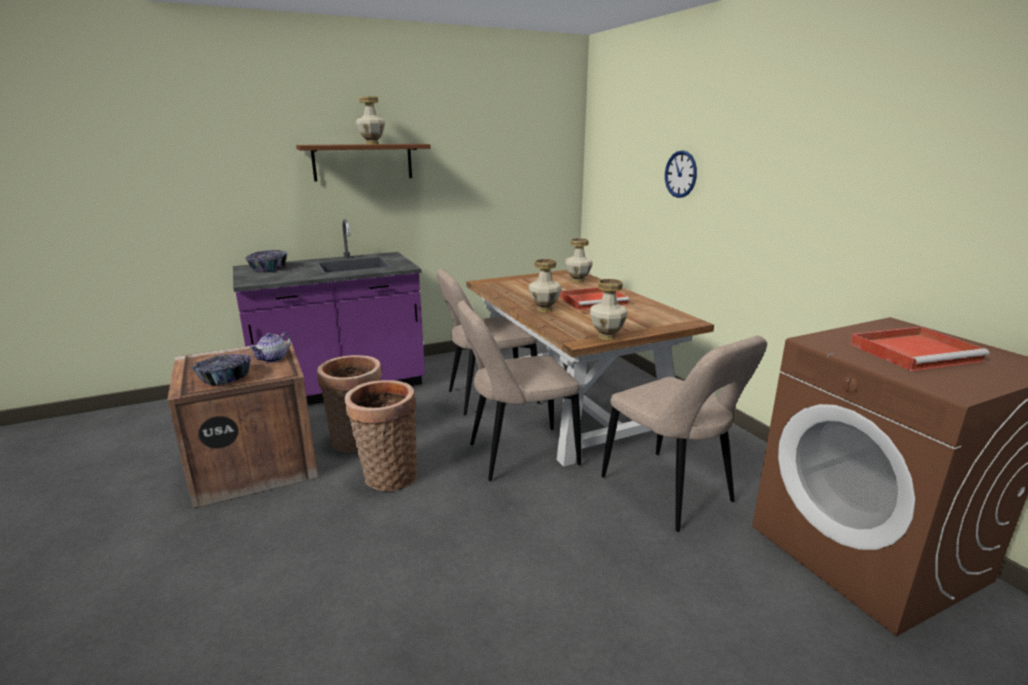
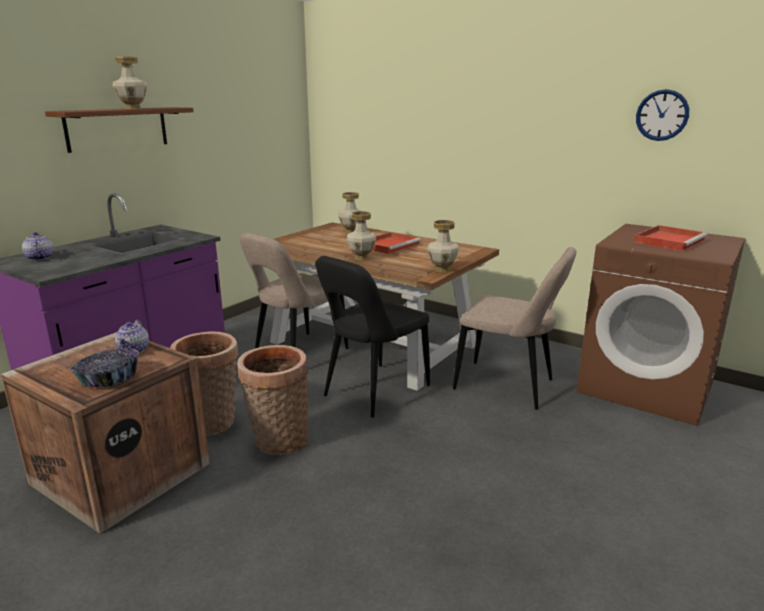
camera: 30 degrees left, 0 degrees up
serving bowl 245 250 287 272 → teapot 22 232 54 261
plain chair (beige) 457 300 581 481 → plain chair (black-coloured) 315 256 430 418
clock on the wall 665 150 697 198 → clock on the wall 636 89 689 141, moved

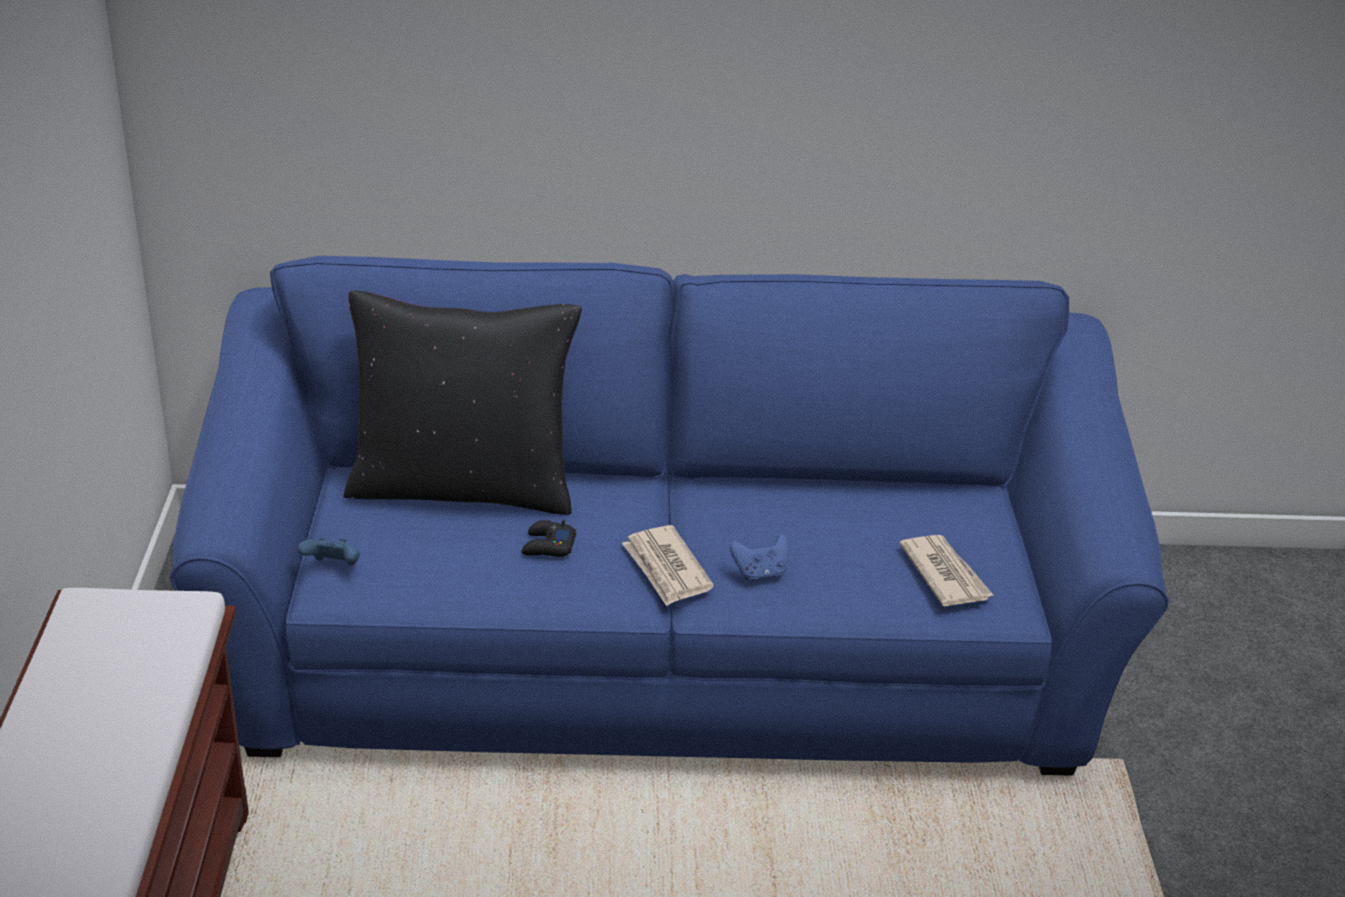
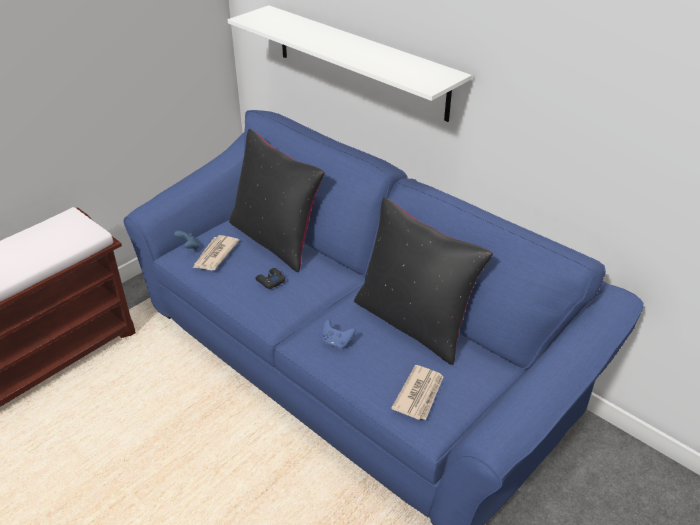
camera: 45 degrees right, 5 degrees up
newspaper 622 525 714 606 → newspaper 193 235 240 270, moved
- → shelf (whitish) 228 5 472 122
- → throw pillow (black-coloured) 354 197 493 365

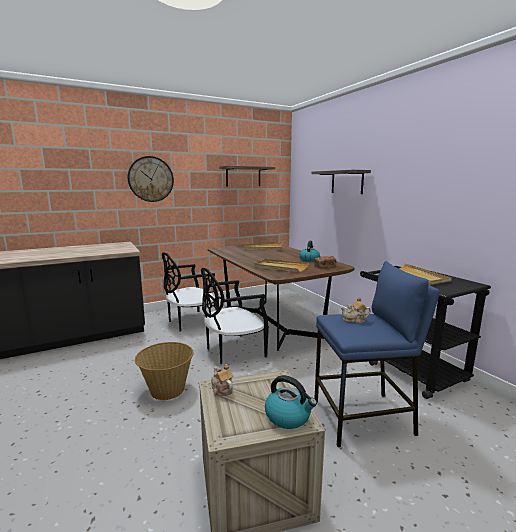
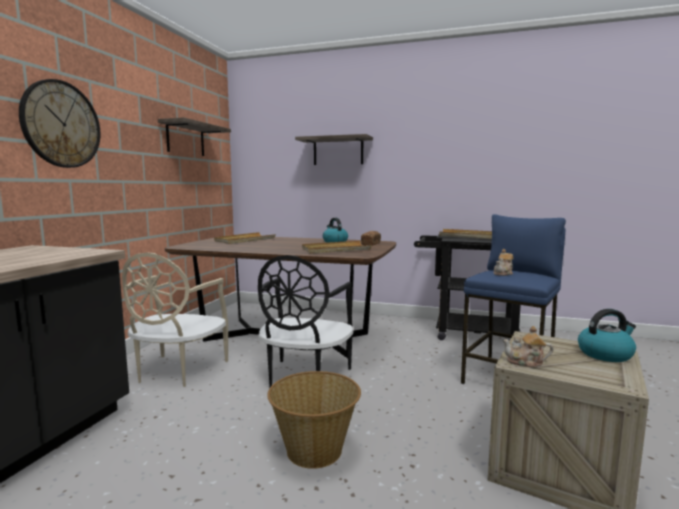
camera: 45 degrees left, 5 degrees down
plain chair (black-coloured) 162 252 219 331 → plain chair (beige) 122 253 228 387

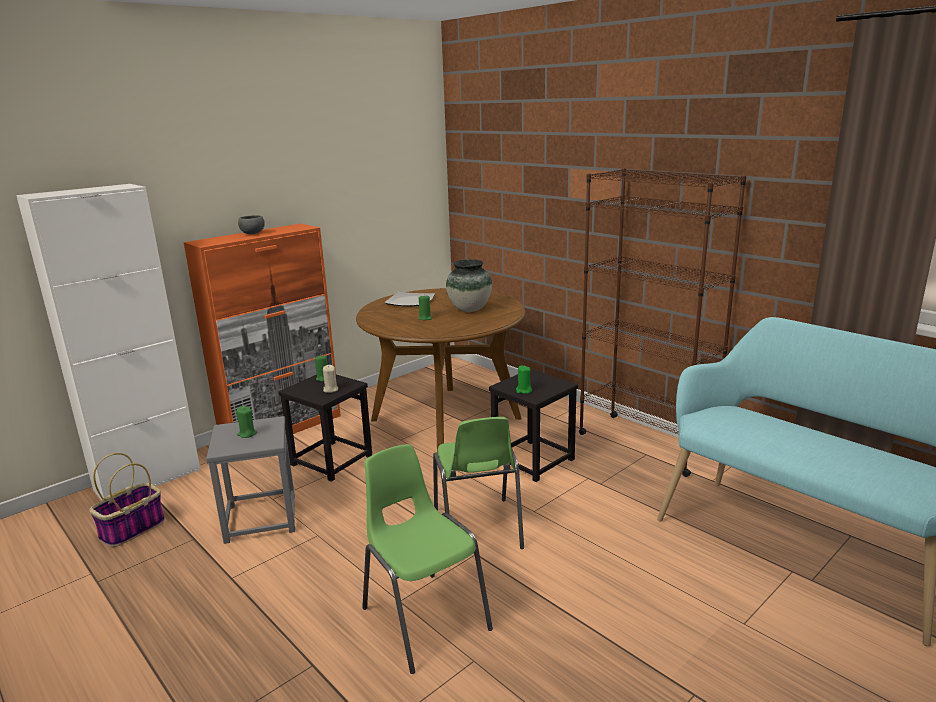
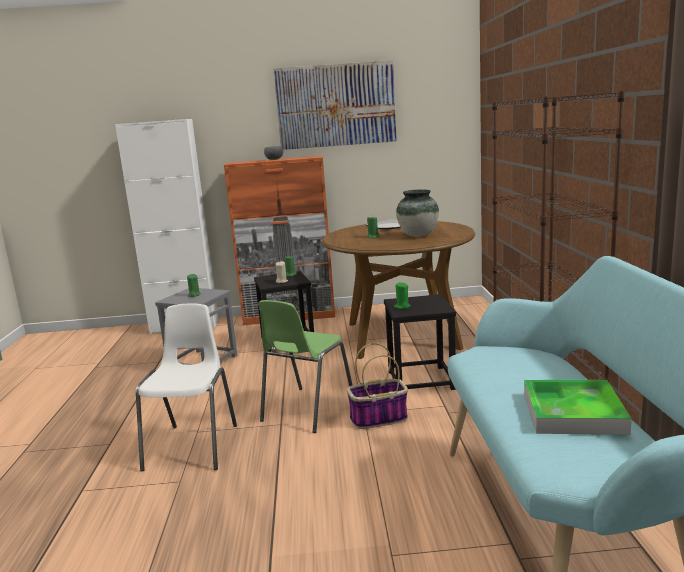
camera: 40 degrees right, 5 degrees down
plain chair (green-coloured) 362 444 493 674 → plain chair (whitish) 136 303 237 471
- → wall picture 273 60 397 150
household basket 89 453 165 547 → household basket 347 343 408 429, moved
- → tray 524 380 632 435

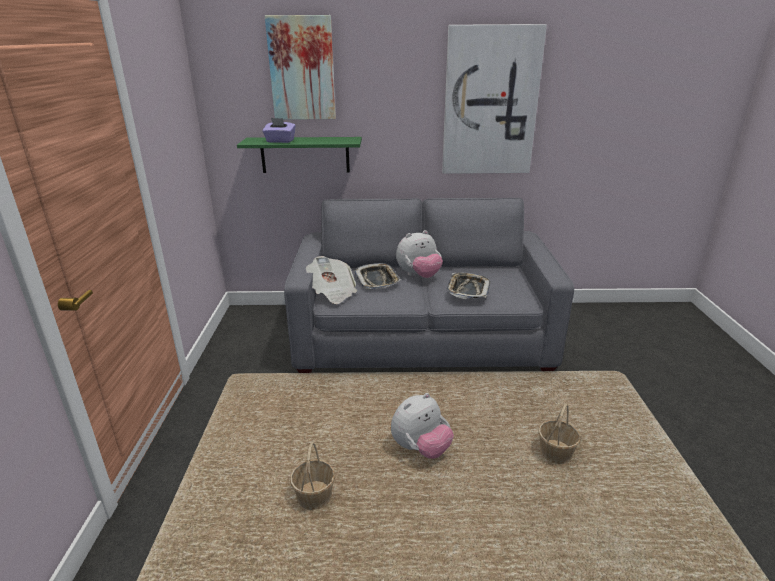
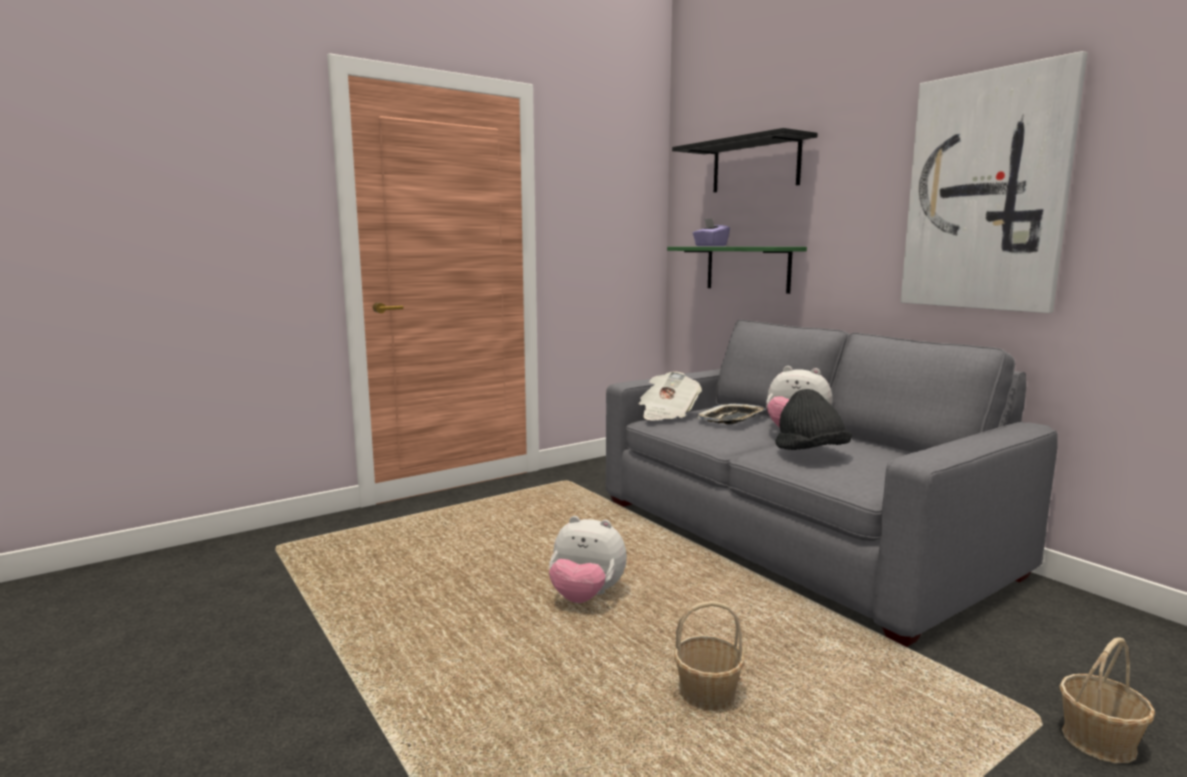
camera: 55 degrees right, 15 degrees down
wall picture 265 15 336 120 → shelf (black-coloured) 672 128 818 193
tray 447 273 490 299 → wearable hat (black-coloured) 775 389 852 450
household basket 290 442 335 510 → household basket 1059 637 1155 763, moved

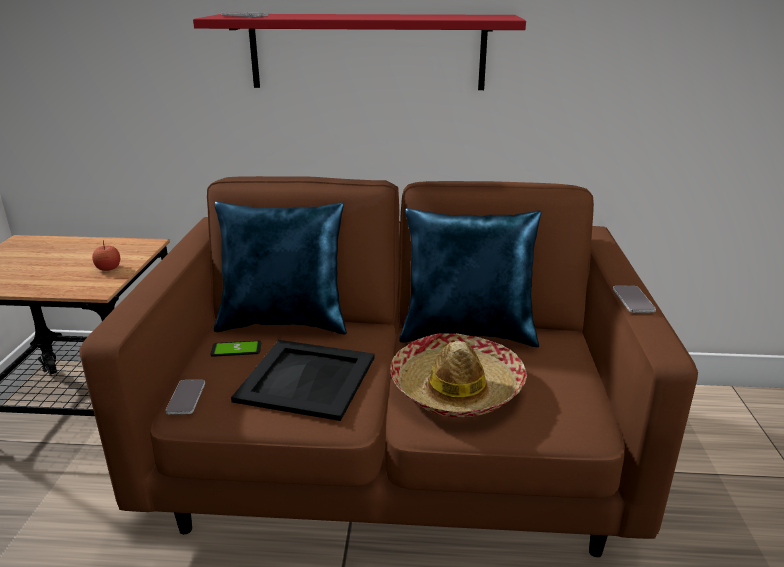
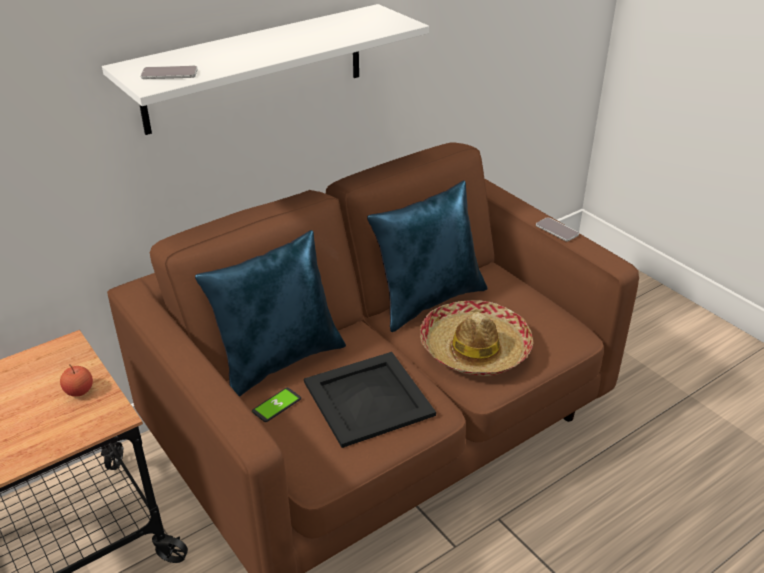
camera: 40 degrees left, 10 degrees up
shelf (reddish) 193 14 526 90 → shelf (whitish) 102 4 429 135
handset 166 380 205 415 → -

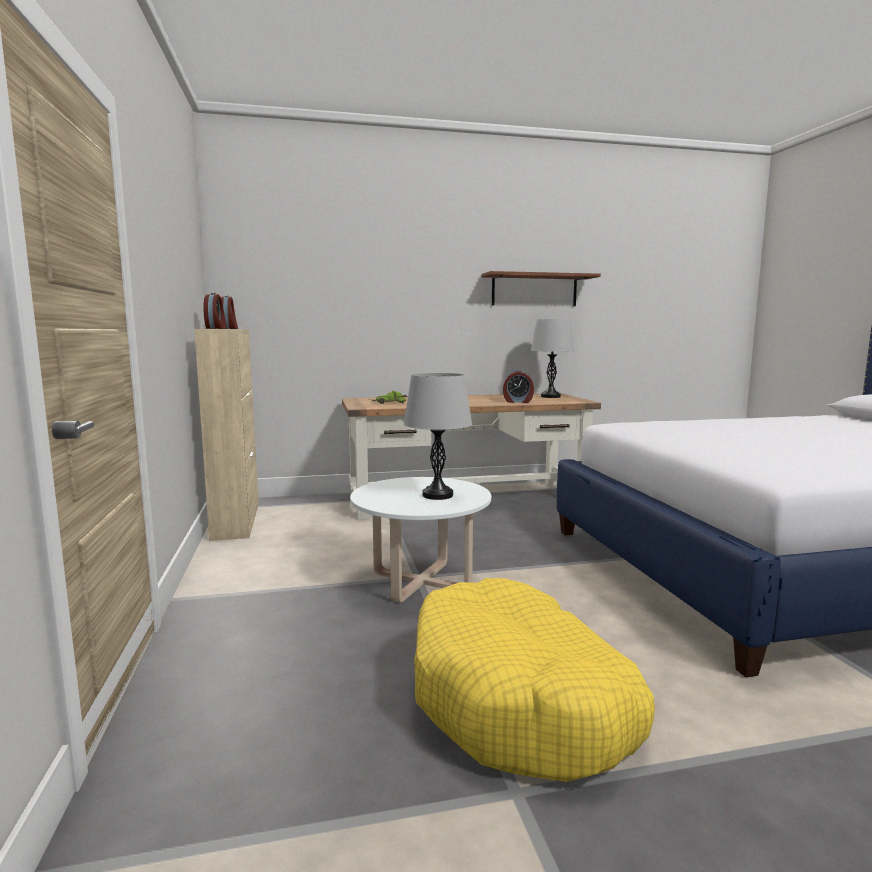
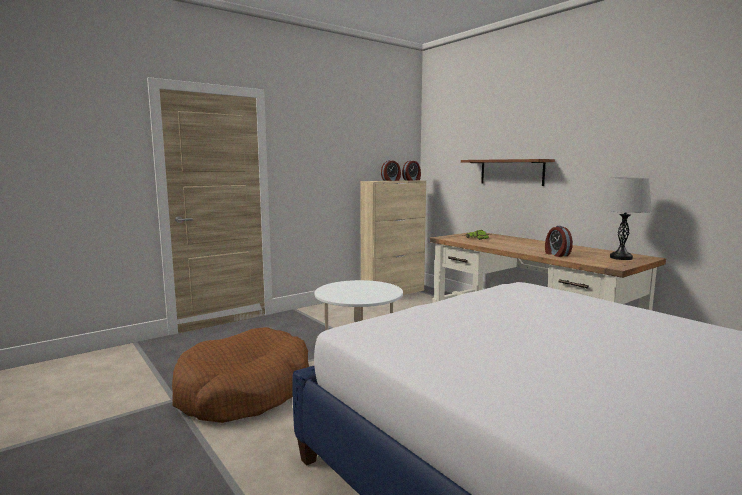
camera: 65 degrees right, 0 degrees up
pet bed (yellowish) 414 578 655 782 → pet bed (brown) 172 327 309 423
shelf 481 271 601 306 → shelf 461 159 555 186, moved
tabletop lamp (gray) 404 373 472 500 → -

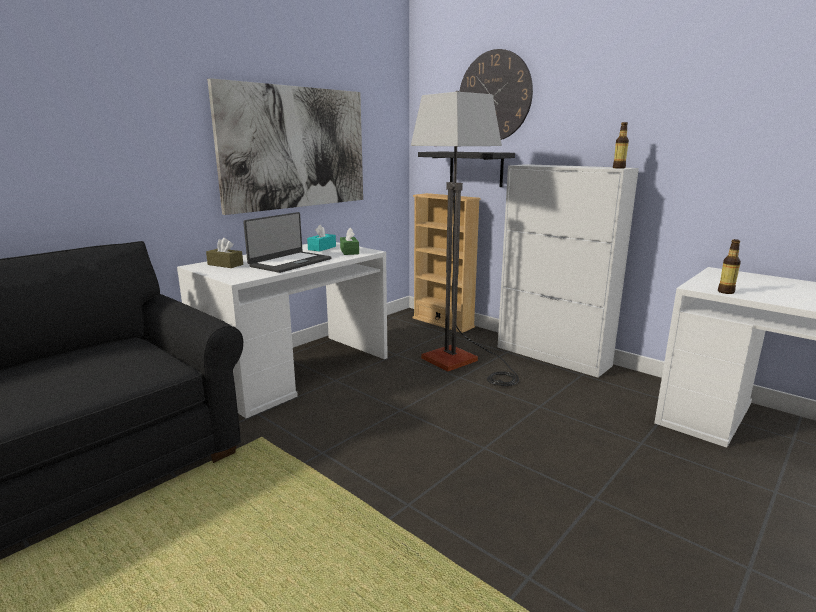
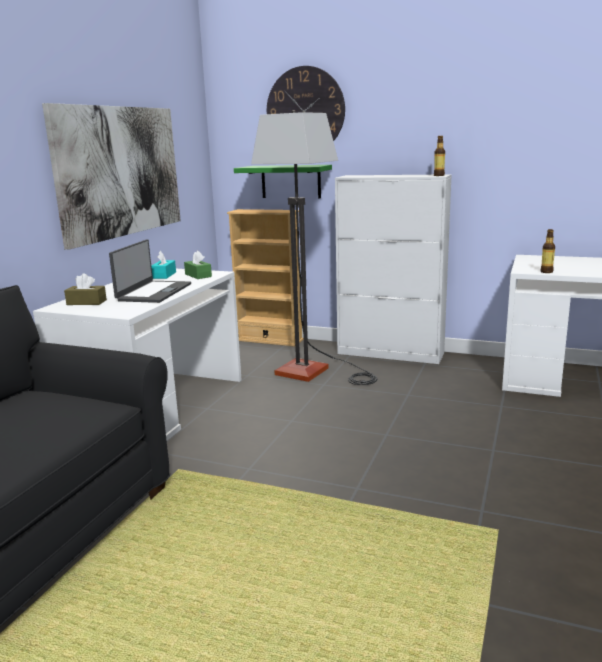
camera: 20 degrees left, 0 degrees up
shelf (black-coloured) 418 152 515 187 → shelf (green-coloured) 234 165 332 198

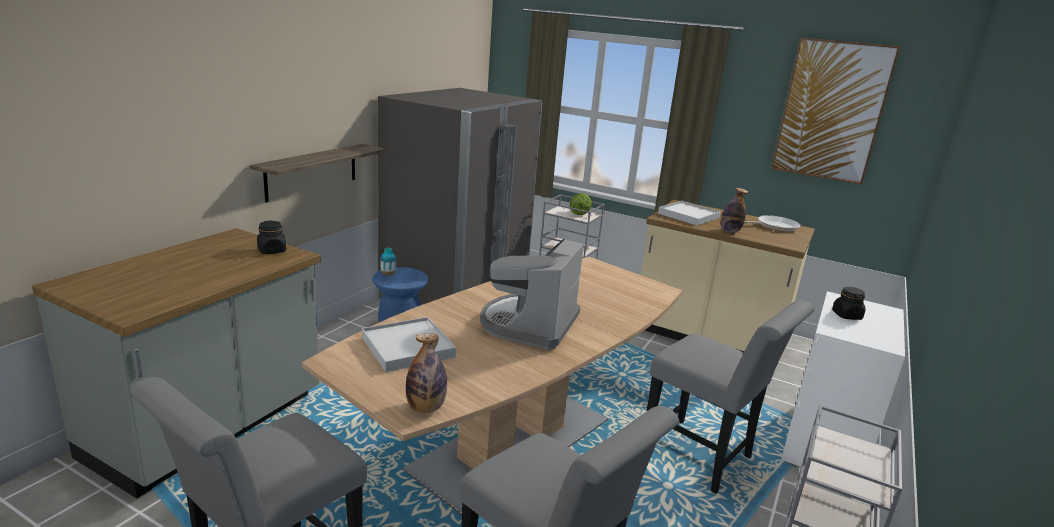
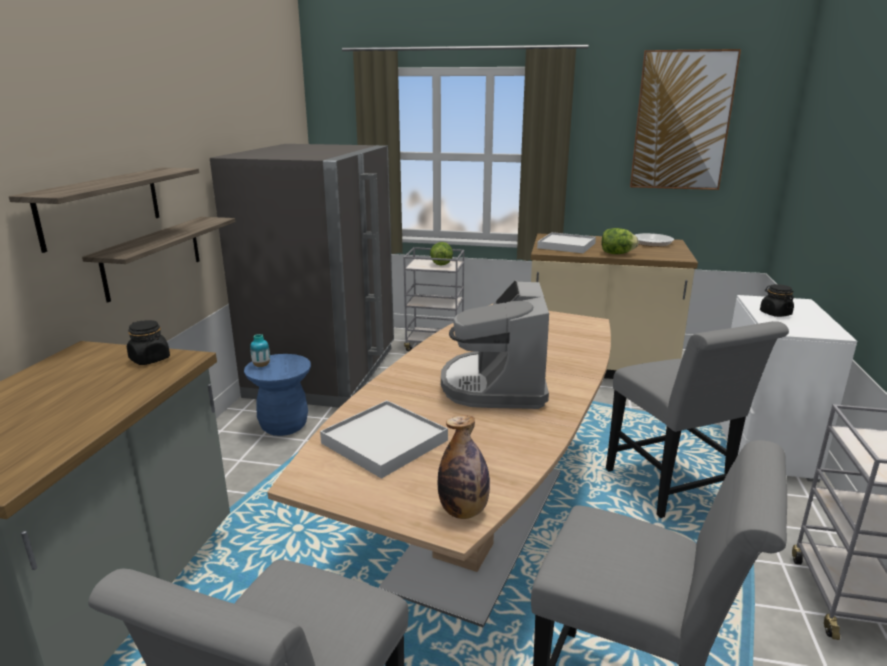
camera: 15 degrees left, 0 degrees up
- → shelf 9 167 199 253
drink bottle 721 188 748 233 → lettuce 601 228 639 254
plain chair (gray) 646 300 814 494 → plain chair (gray) 606 321 789 518, 45 degrees clockwise

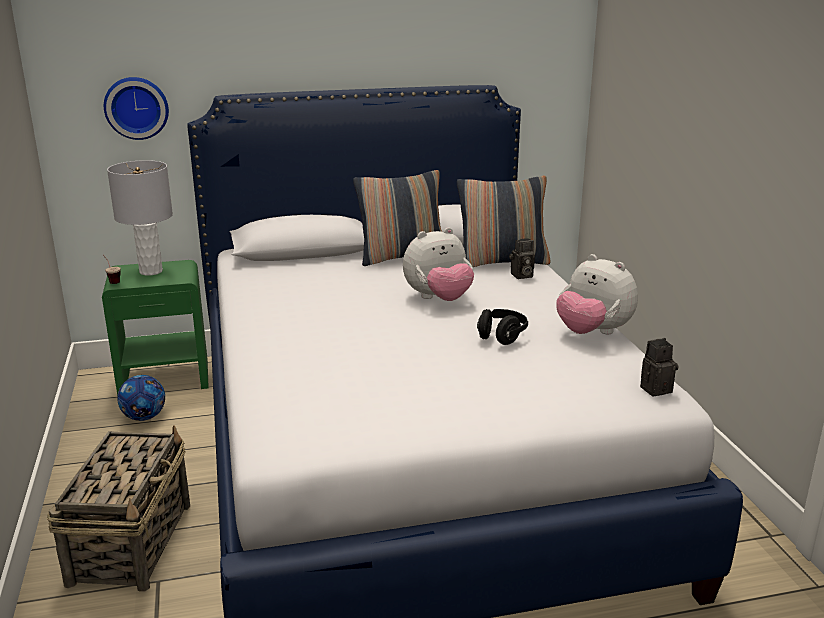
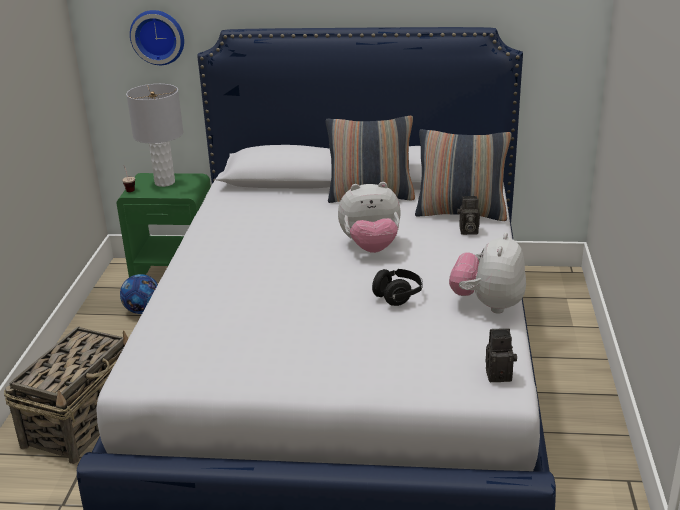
camera: 20 degrees right, 5 degrees up
cuddly toy 556 254 638 334 → cuddly toy 449 232 526 314, 45 degrees clockwise

